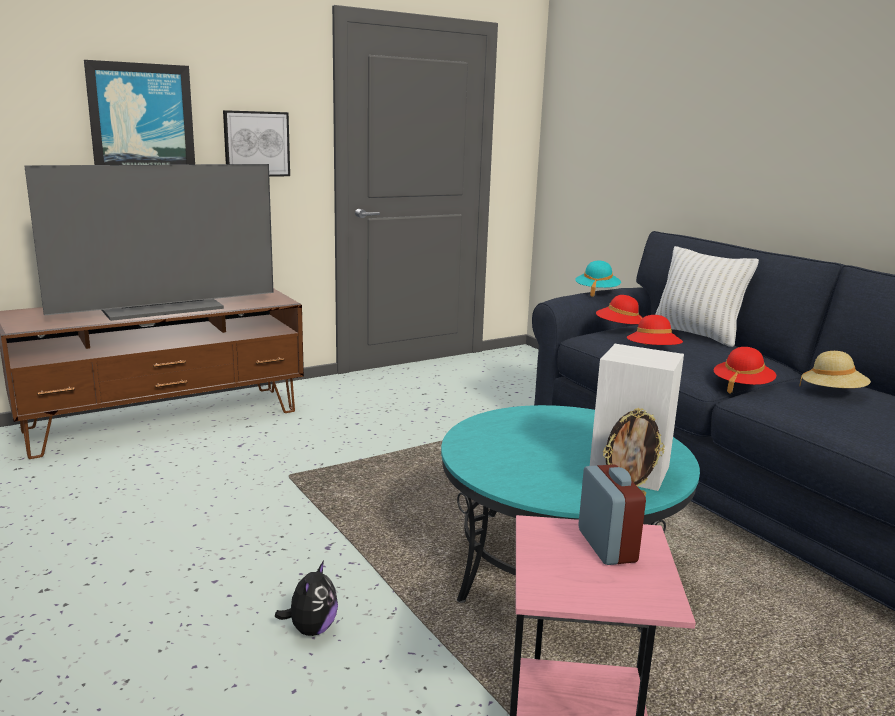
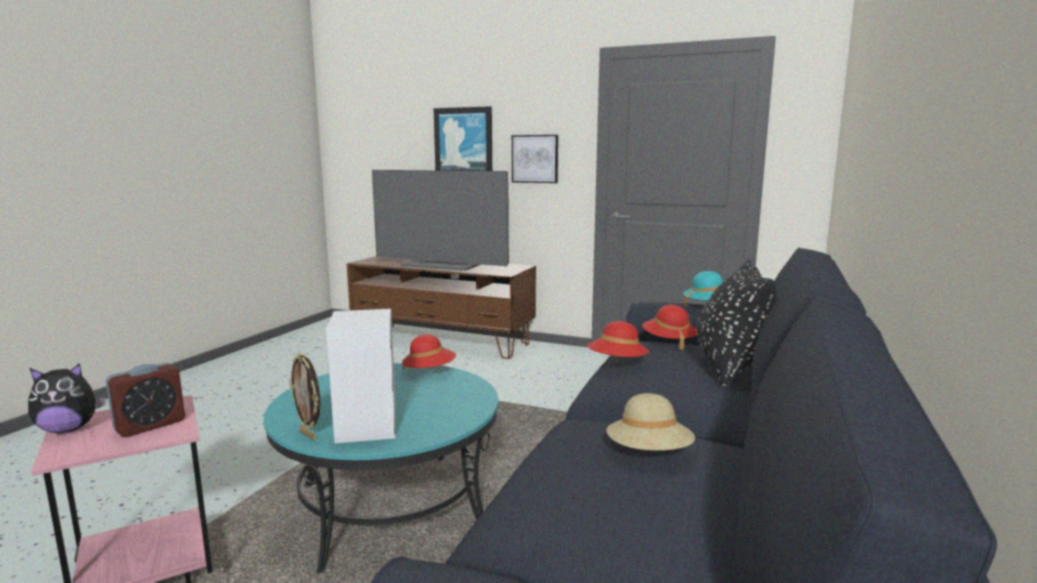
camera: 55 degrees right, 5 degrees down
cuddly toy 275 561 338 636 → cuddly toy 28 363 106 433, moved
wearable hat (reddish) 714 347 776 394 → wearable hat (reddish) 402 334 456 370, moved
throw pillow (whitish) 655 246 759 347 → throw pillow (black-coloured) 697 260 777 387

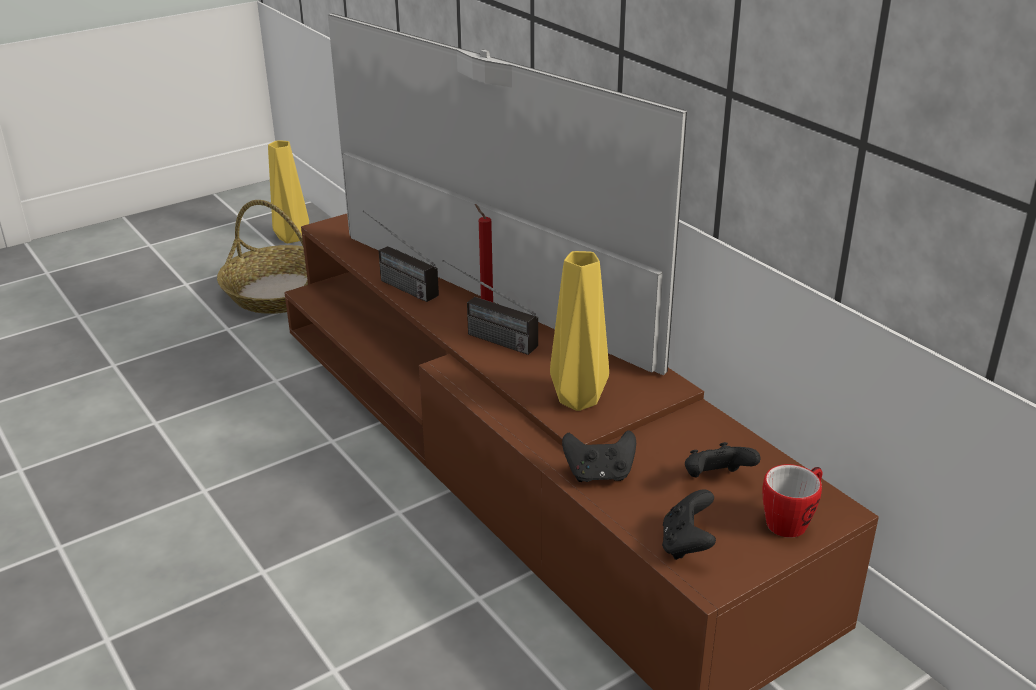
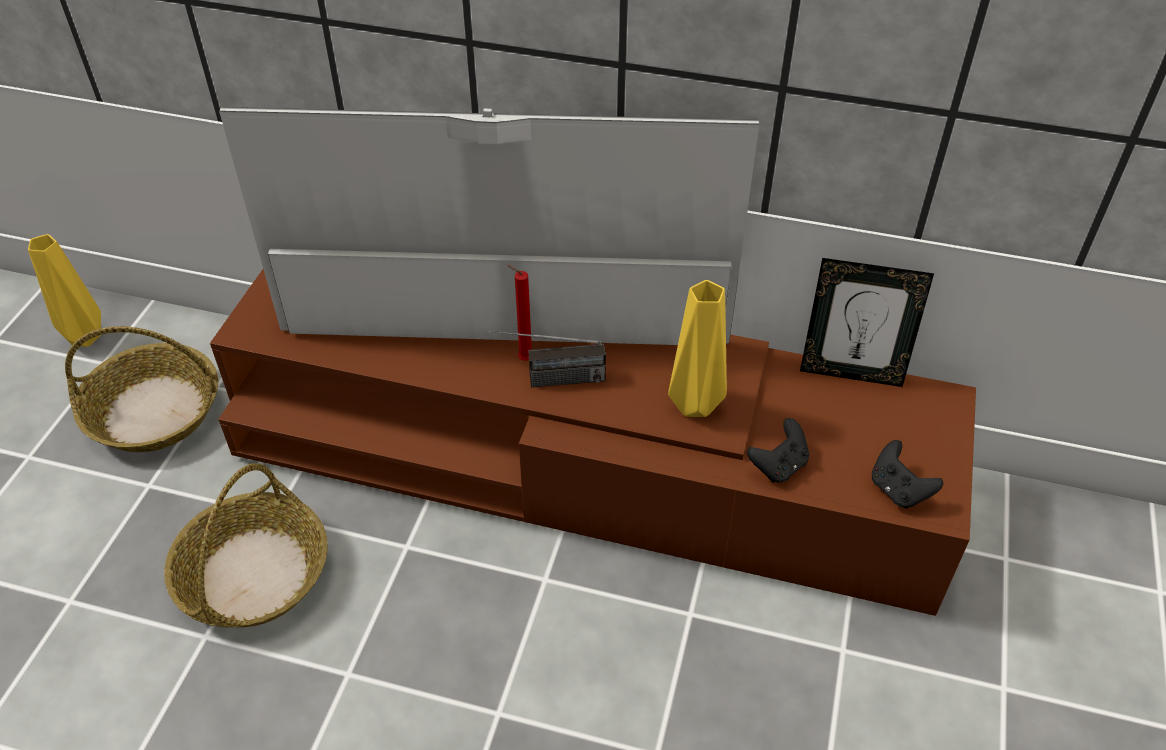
camera: 40 degrees left, 15 degrees up
- → household basket 164 463 327 627
- → picture frame 800 258 934 387
radio set 362 211 439 302 → -
joypad (black-coloured) 685 442 761 477 → -
mug 763 464 823 538 → -

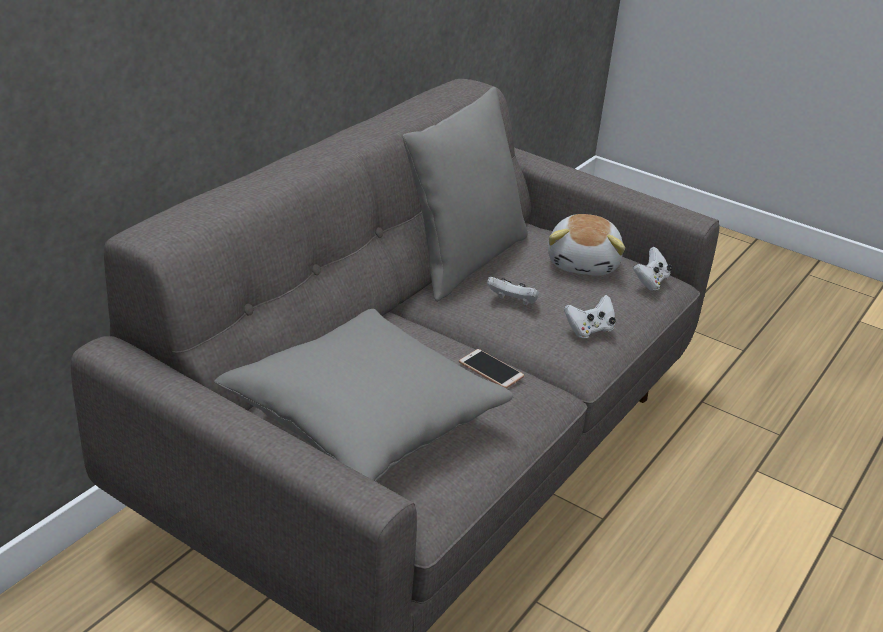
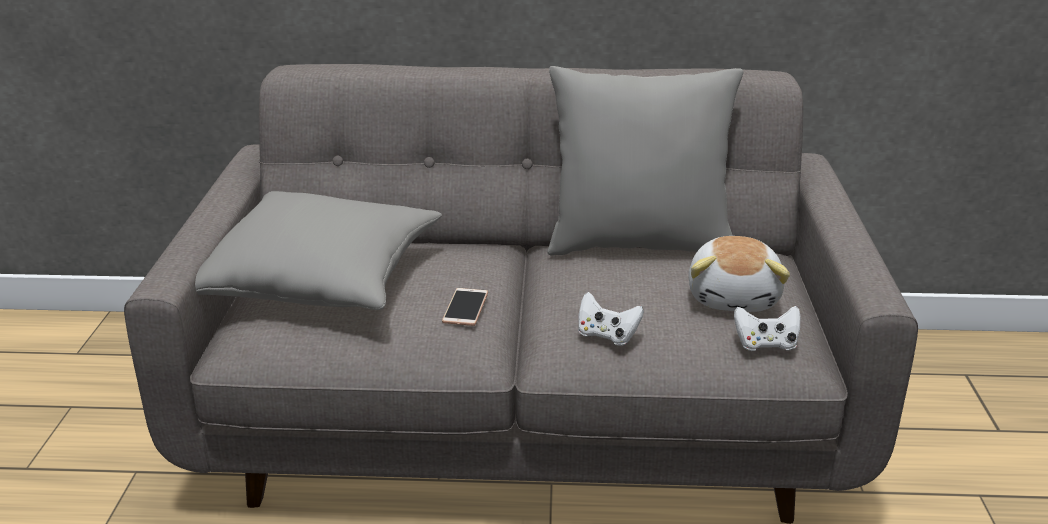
camera: 60 degrees right, 5 degrees down
cuddly toy 548 214 625 276 → cuddly toy 689 236 790 312, 60 degrees counterclockwise
joypad (whitish) 487 277 539 306 → -

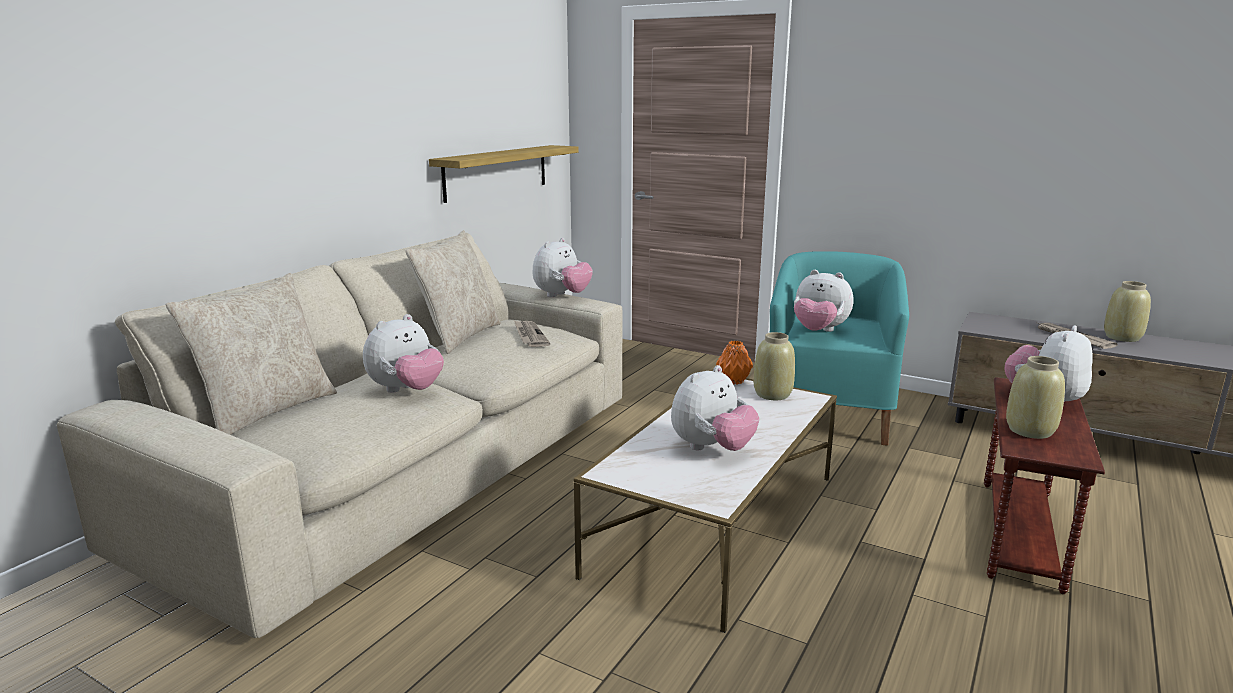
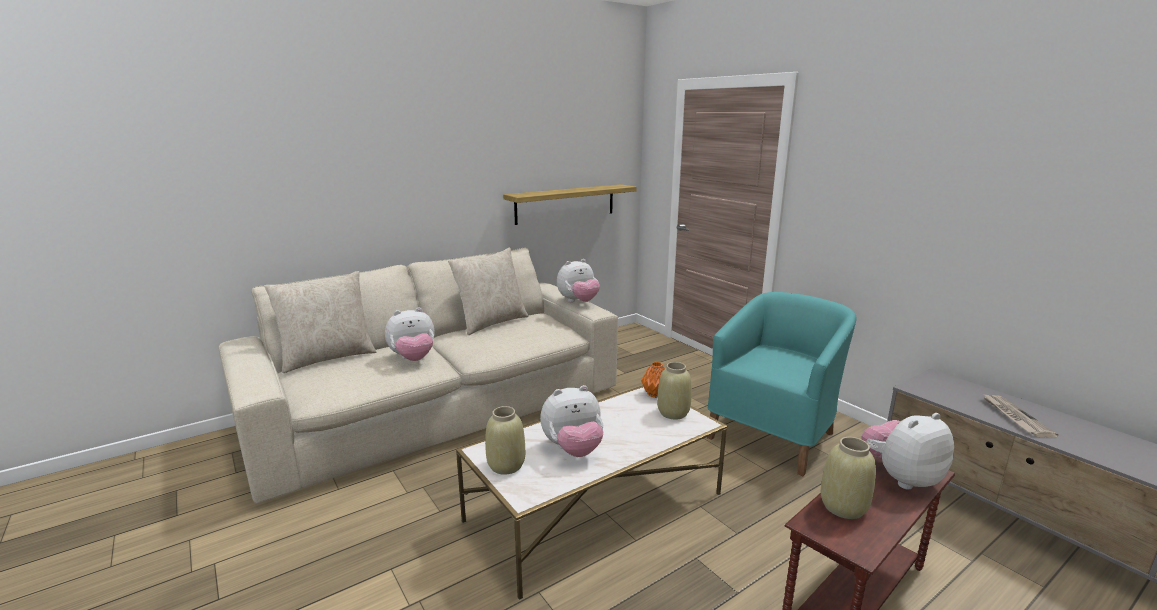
camera: 25 degrees right, 0 degrees up
decorative vase (beige) 1104 281 1151 342 → decorative vase (beige) 485 406 525 475, moved
newspaper 514 321 550 347 → -
cuddly toy 794 270 853 332 → -

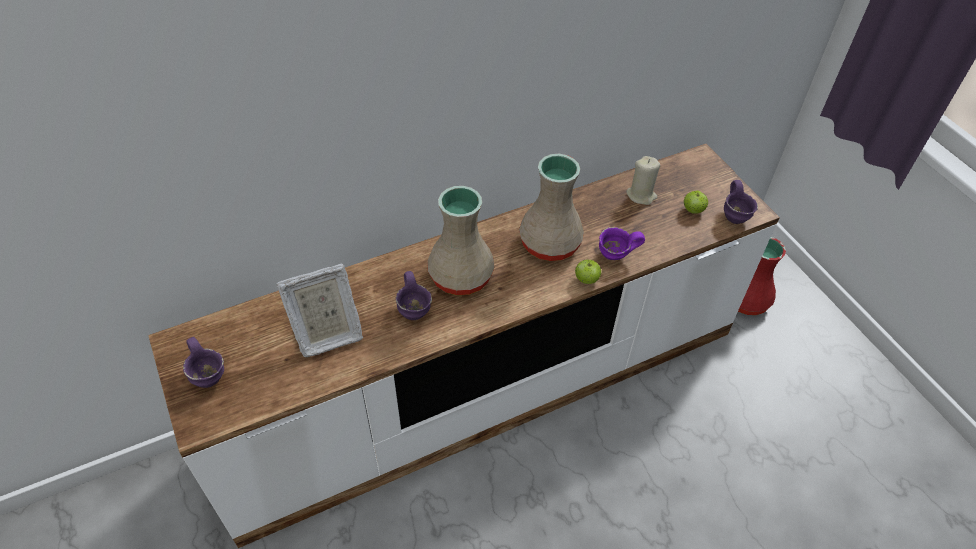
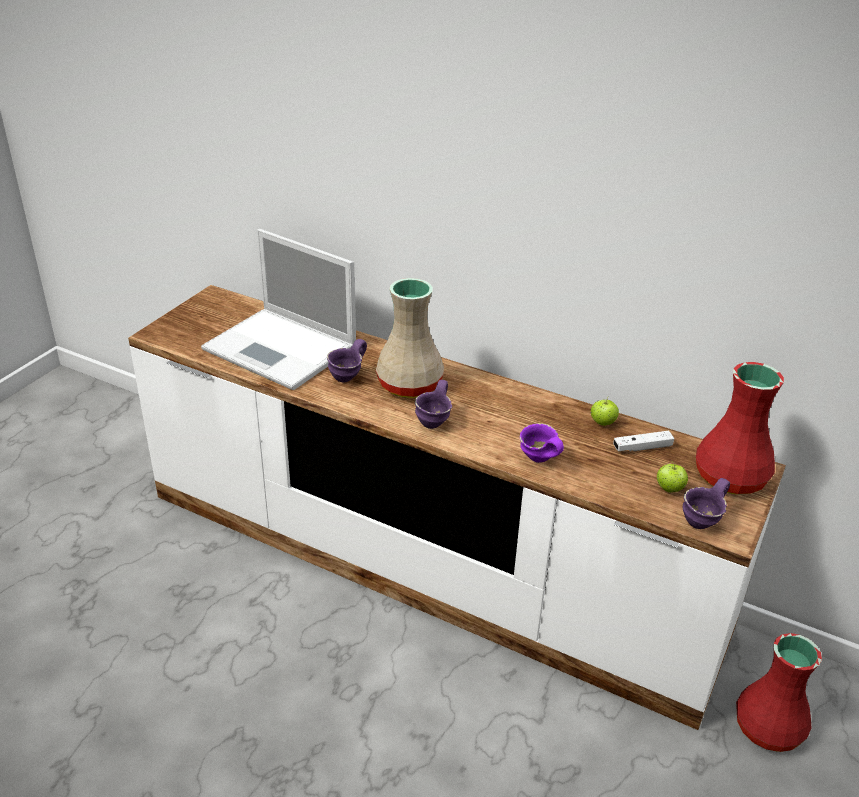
camera: 55 degrees right, 15 degrees down
picture frame 276 263 363 357 → portable computer 201 229 356 390
mug (purplish) 183 337 224 388 → mug (purplish) 415 380 452 429, moved
whole apple 575 258 601 284 → whole apple 591 396 619 426, moved
wax candle (beige) 626 156 660 205 → joypad (whitish) 613 431 674 451
- → decorative vase (reddish) 696 362 784 495
decorative vase (beige) 519 154 584 261 → -

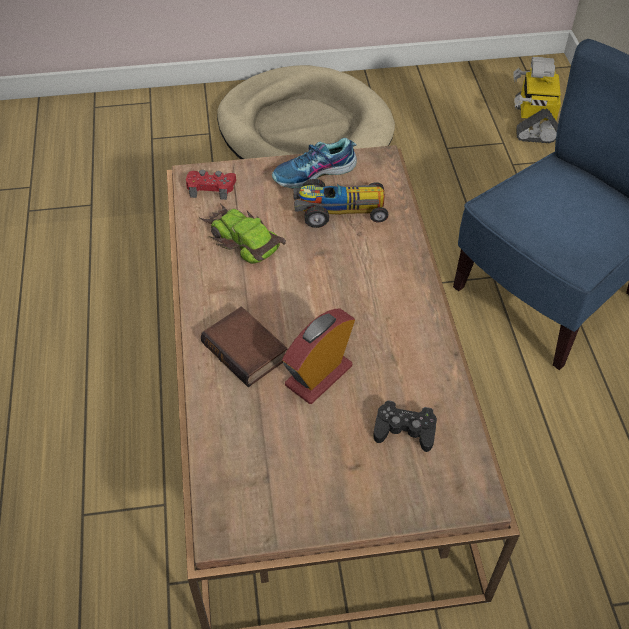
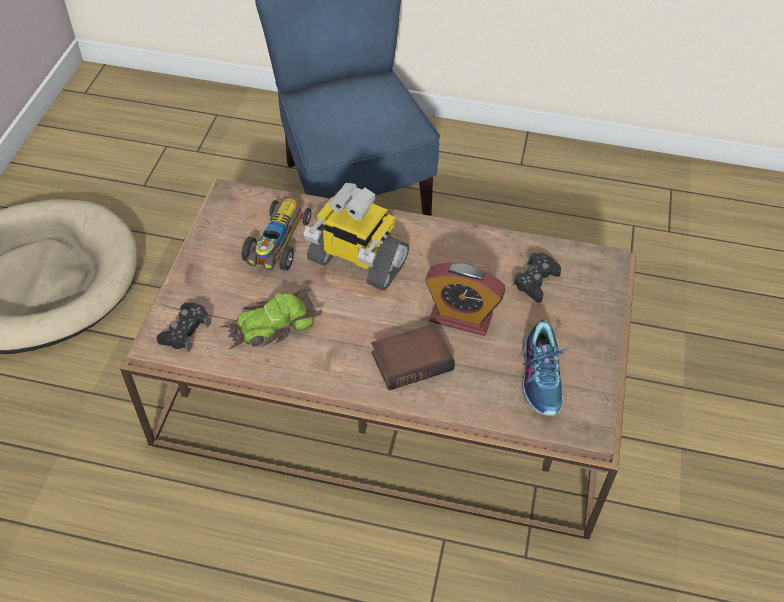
camera: 70 degrees left, 0 degrees up
joypad (reddish) 186 170 236 200 → joypad (black-coloured) 156 303 211 352
toy robot 513 57 561 143 → toy robot 303 183 409 291, moved
table clock 282 308 355 404 → table clock 425 263 505 336, 45 degrees counterclockwise
item of footwear 272 138 357 189 → item of footwear 522 319 570 416, moved

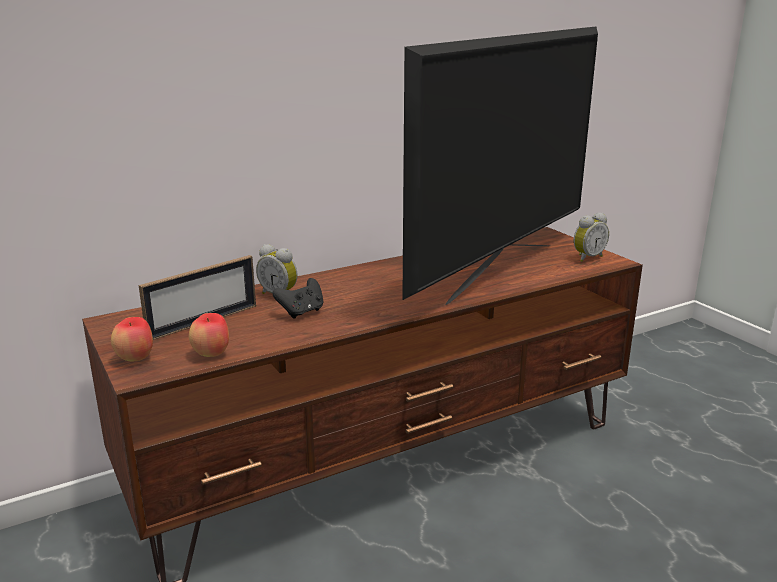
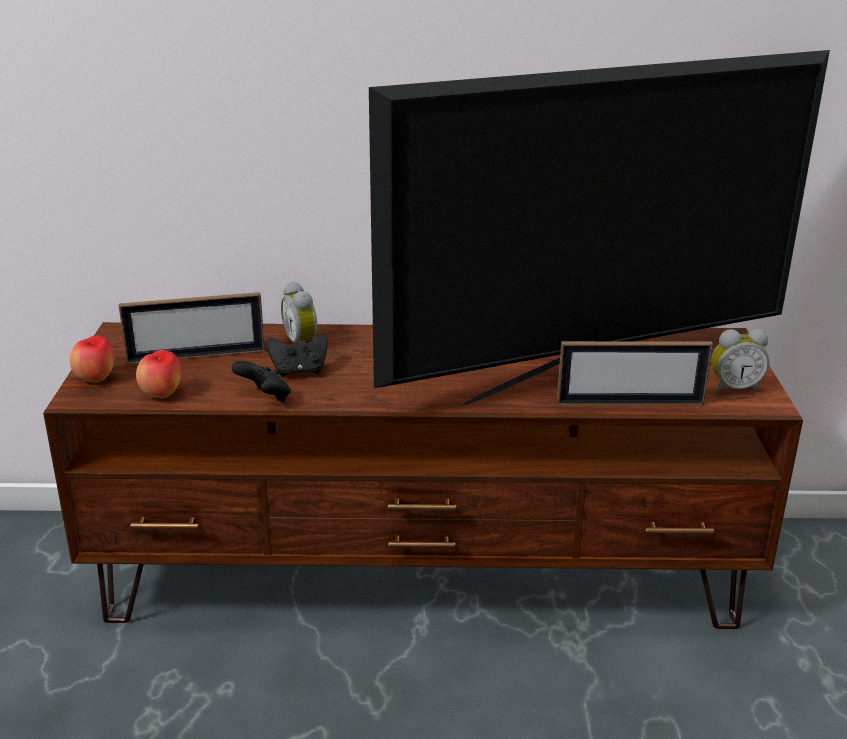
camera: 30 degrees right, 5 degrees up
- → joypad (black-coloured) 232 361 291 402
- → picture frame 557 341 713 405

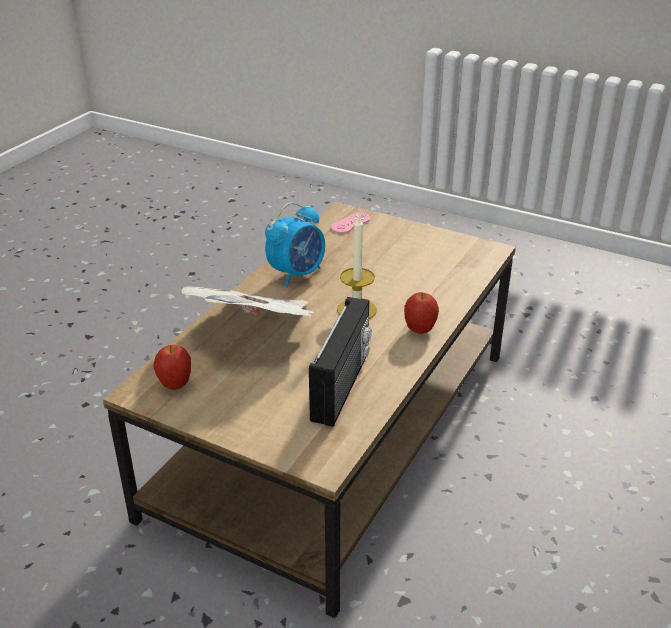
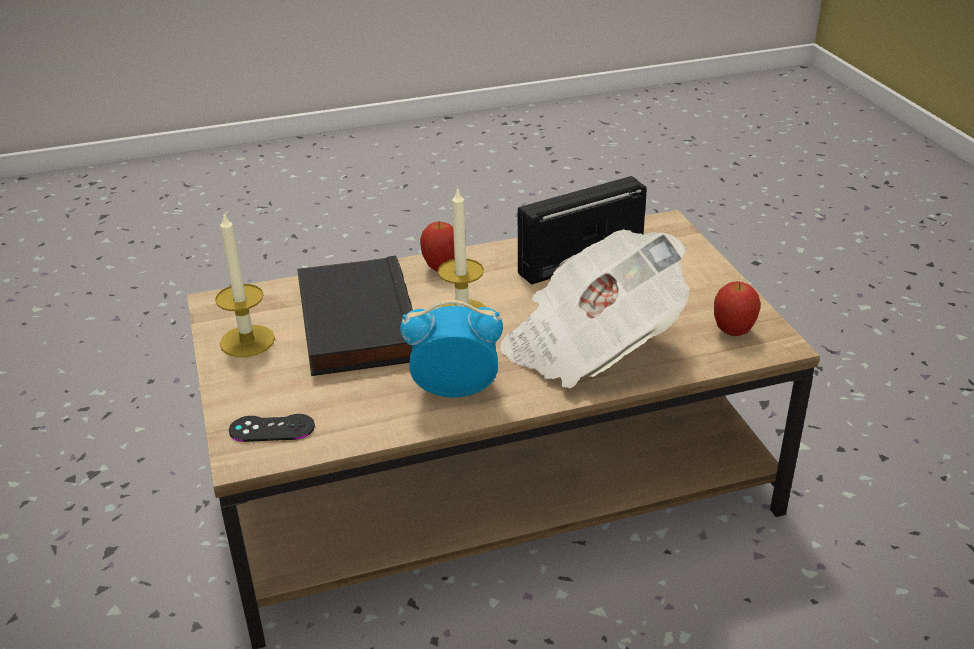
camera: 135 degrees left, 0 degrees up
- → wax candle 215 213 275 357
joypad (pinkish) 331 213 370 233 → joypad (black-coloured) 229 414 315 442
- → bound book (black-coloured) 297 255 413 376

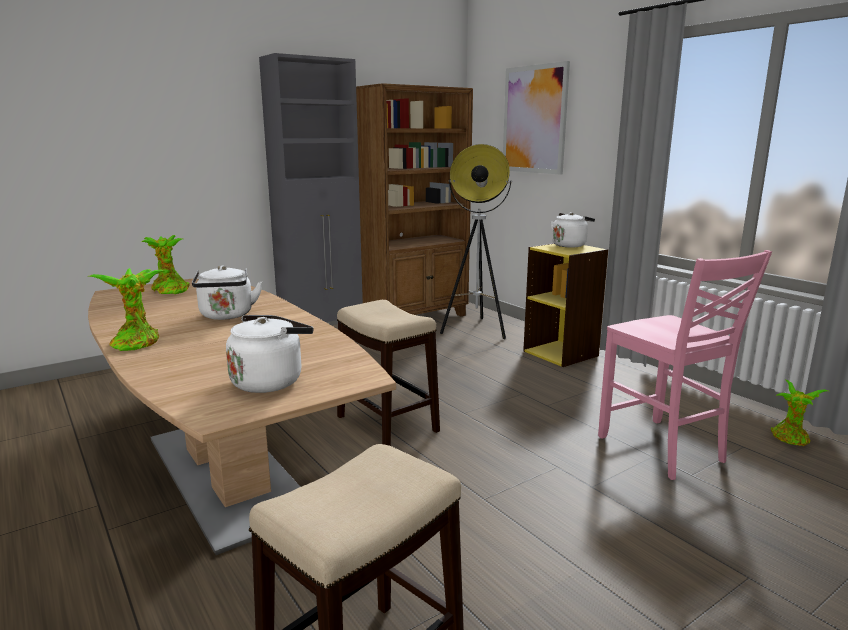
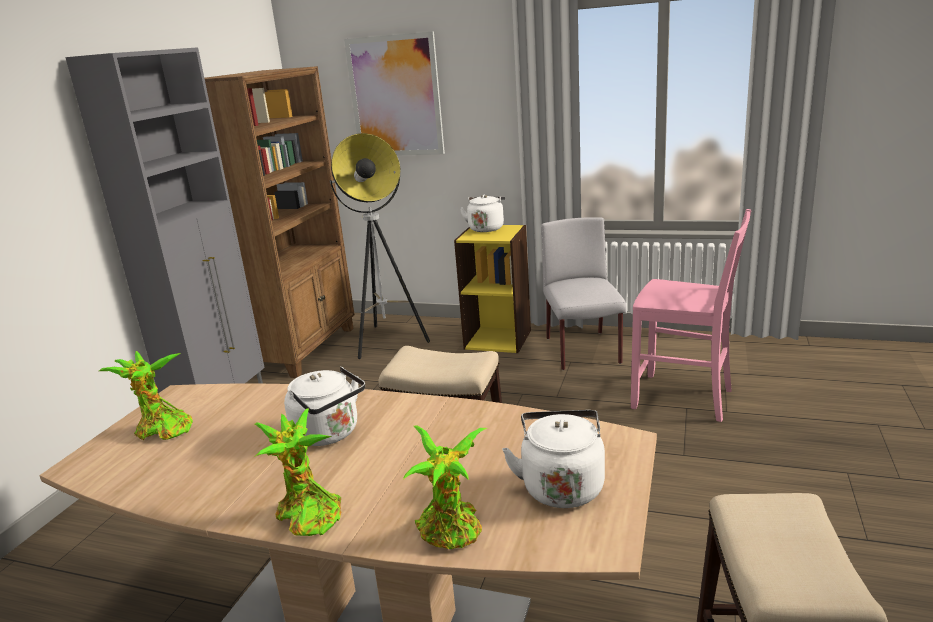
camera: 35 degrees left, 5 degrees up
potted plant 771 380 828 446 → potted plant 403 426 487 549, moved
- → plain chair (gray) 541 217 627 370

